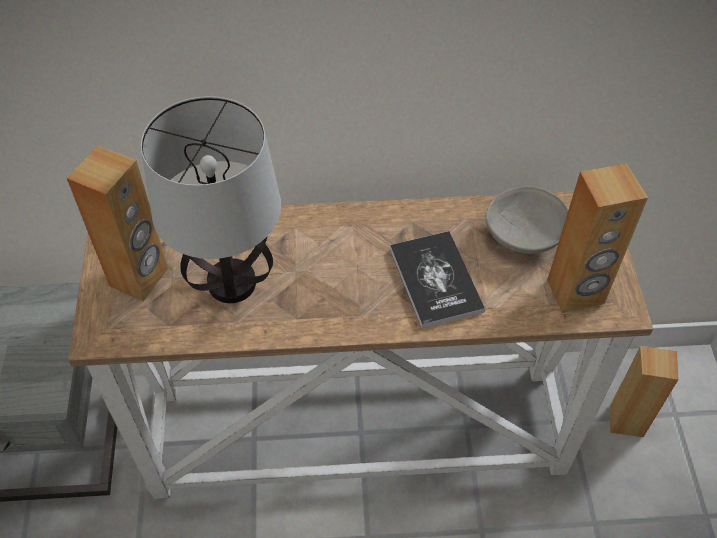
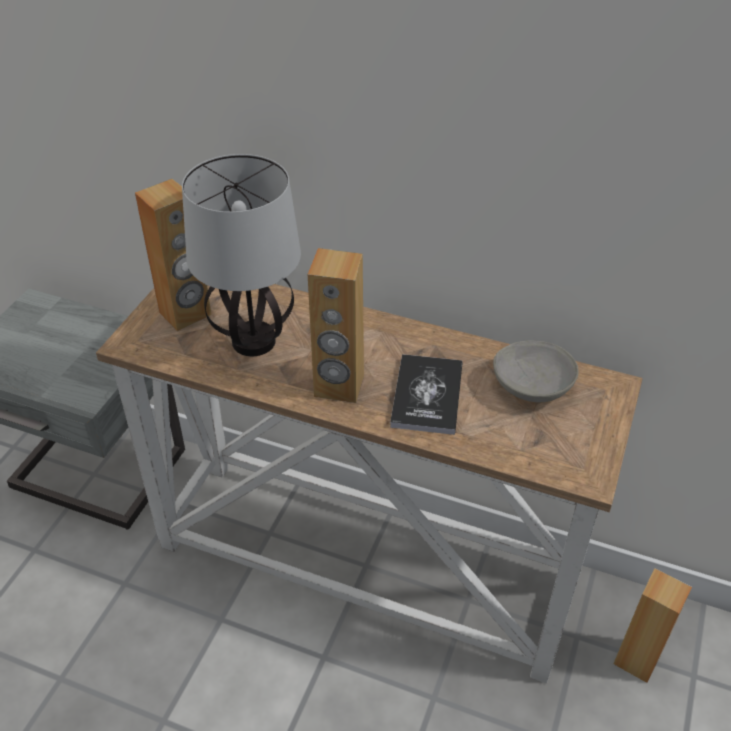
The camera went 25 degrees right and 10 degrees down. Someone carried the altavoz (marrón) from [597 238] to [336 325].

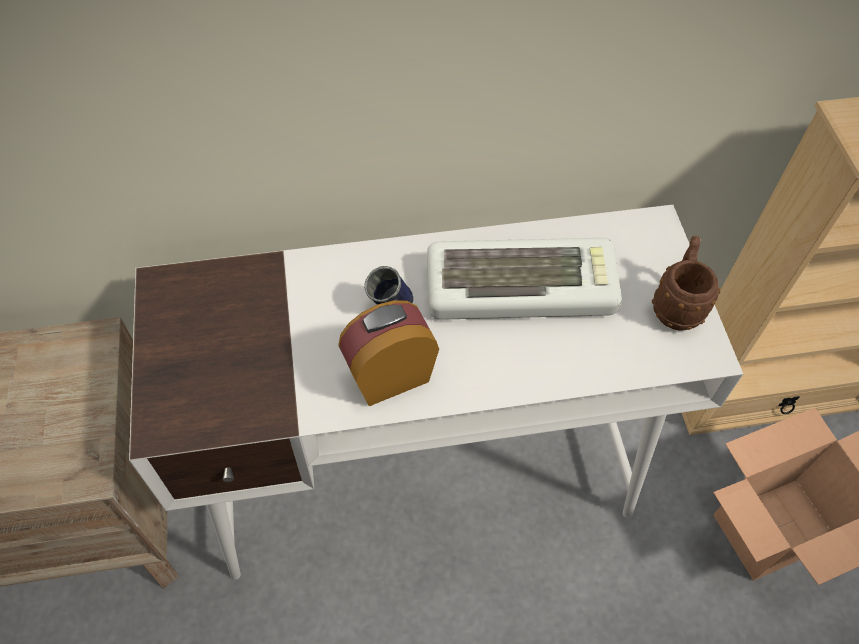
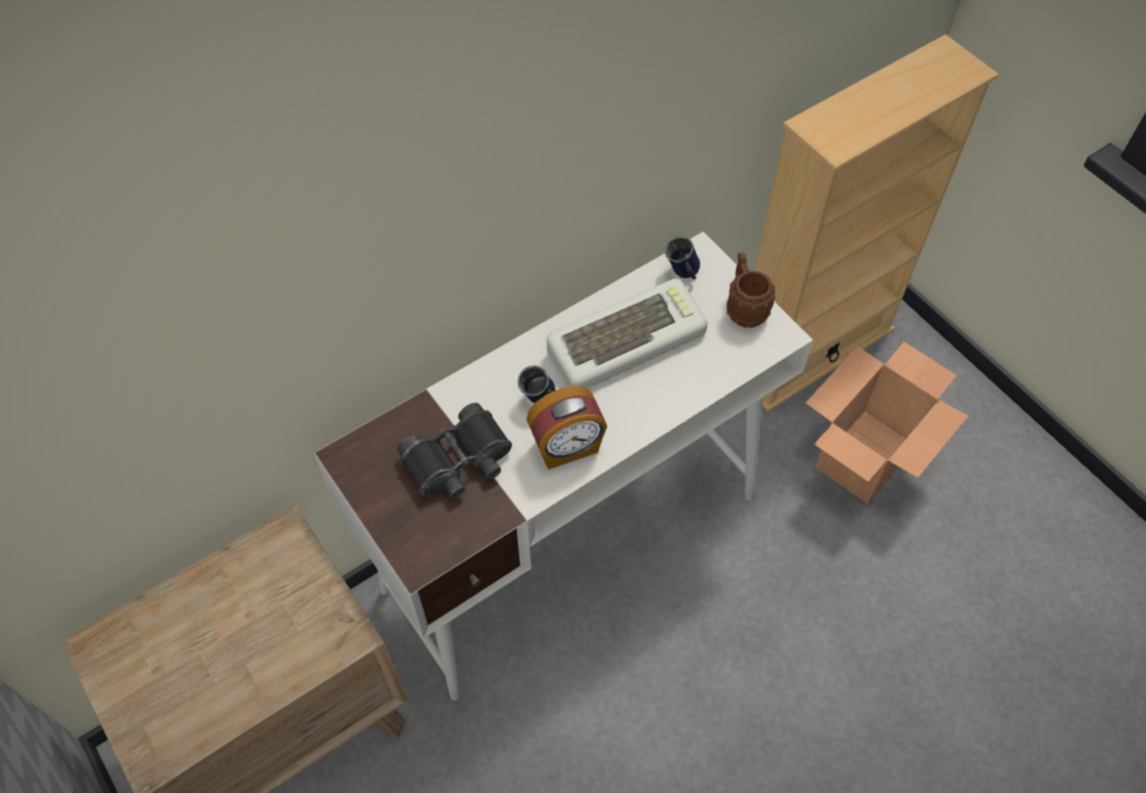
The camera went 25 degrees left and 0 degrees up. Someone put down the prismáticos (negro) at [454 451]. Someone rotated the despertador at [388 353] by 150 degrees counterclockwise. Someone put down the taza grande (azul) at [682 257].

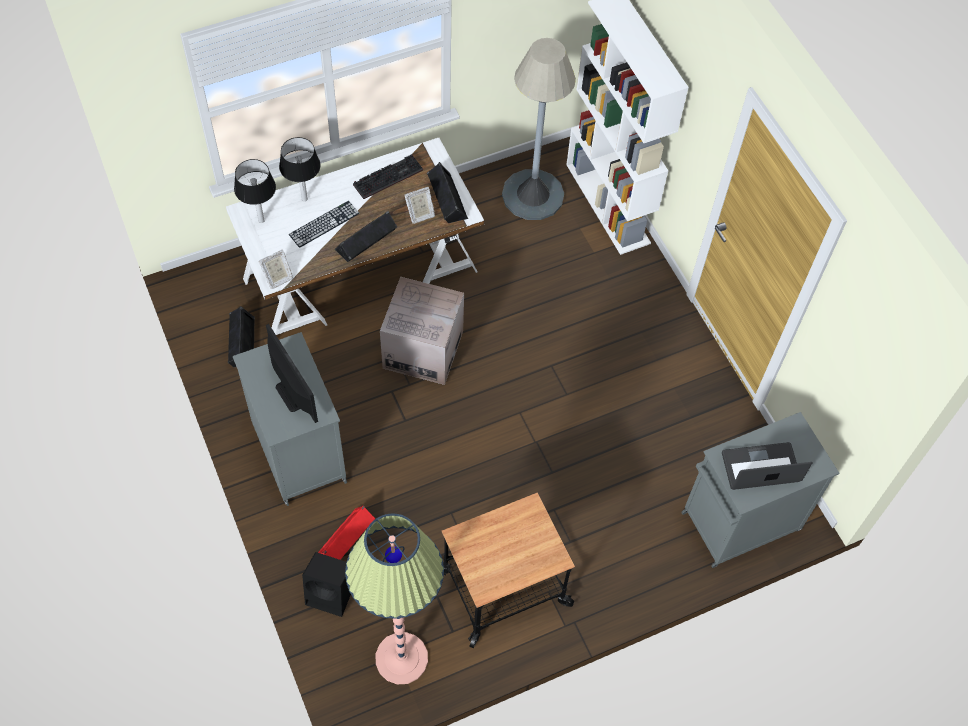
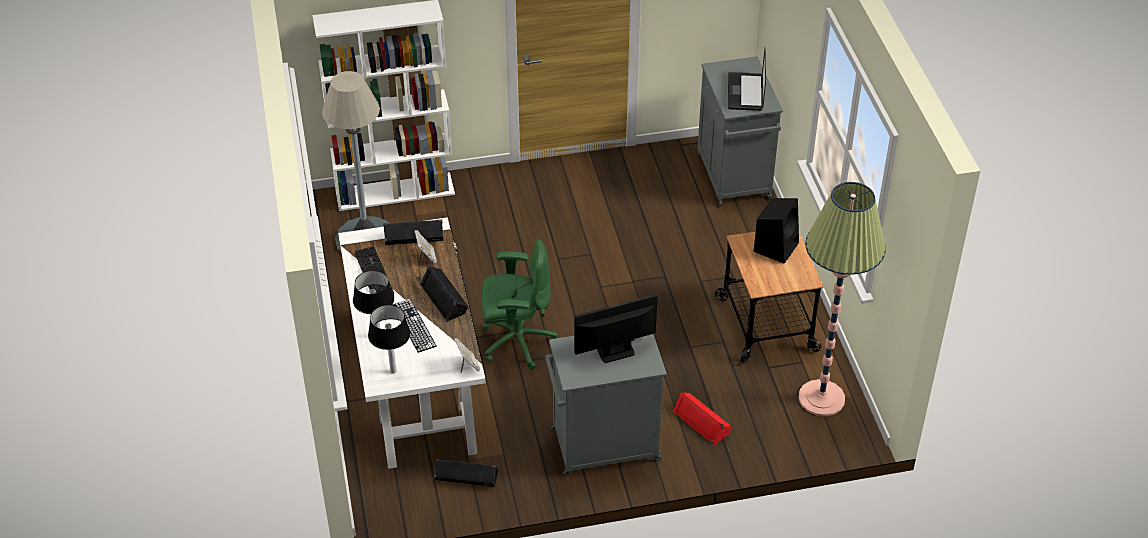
The camera went 75 degrees left and 15 degrees down. Someone swapped the caja de cartón at [422 331] for the silla de oficina (verde) at [519 305]. Someone carried the altavoz (negro) from [326 584] to [776 231].

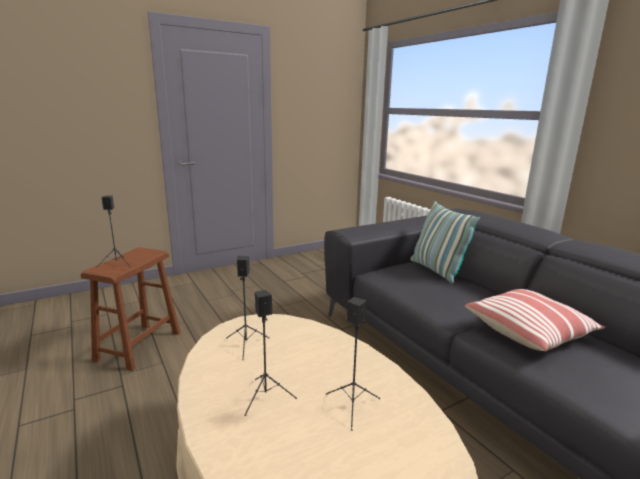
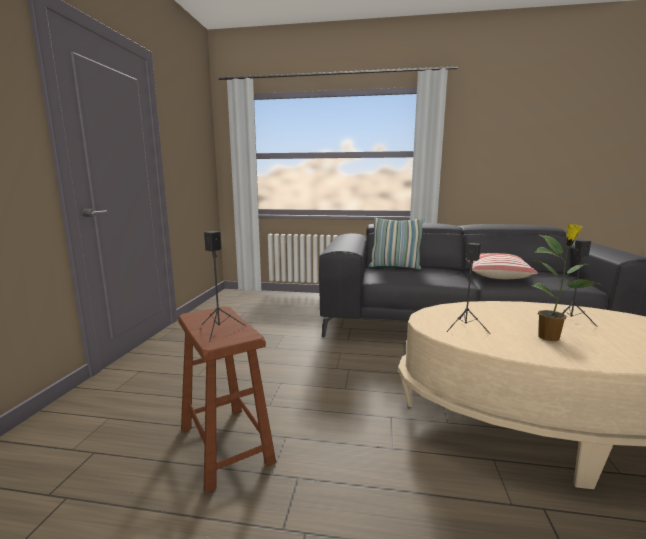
The camera went 50 degrees left and 5 degrees down. Someone swapped the altavoz (negro) at [270 353] for the planta en maceta at [565 282].

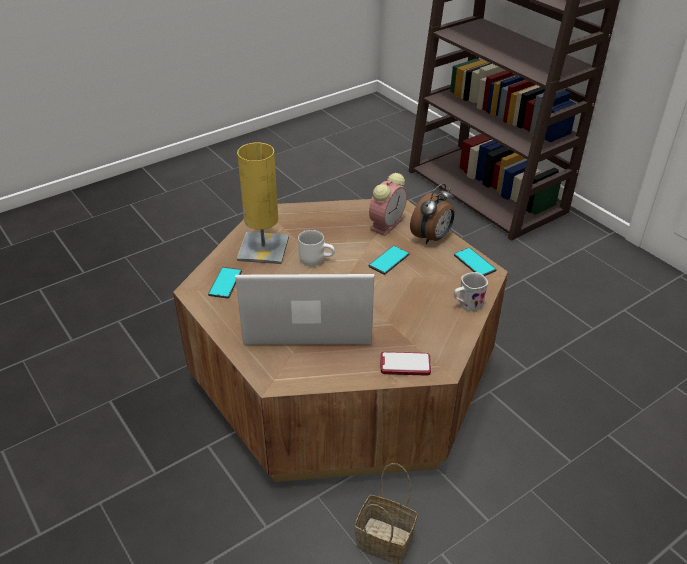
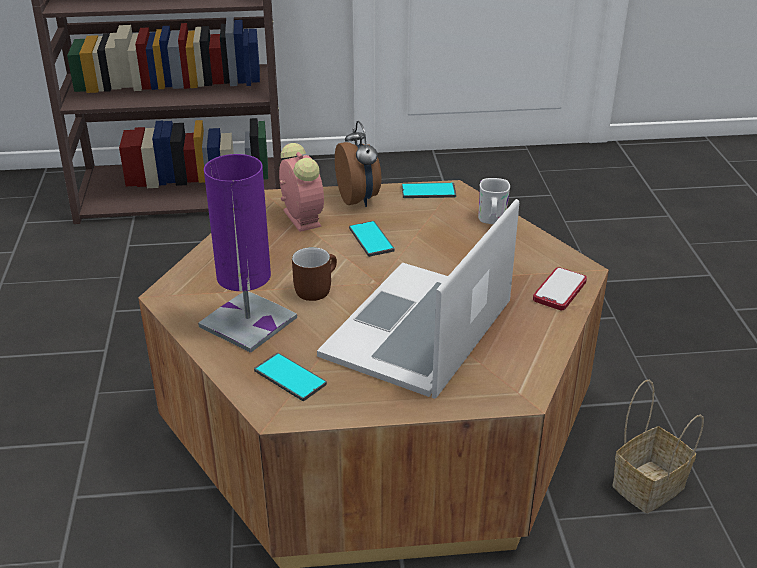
The camera went 60 degrees left and 5 degrees down. Someone repainted the lámpara de mesa (amarillo) at [263 203], which became the lámpara de mesa (morado) at [247 253]. Someone repainted the taza grande (blanco) at [316 248], which became the taza grande (marrón) at [314 274].

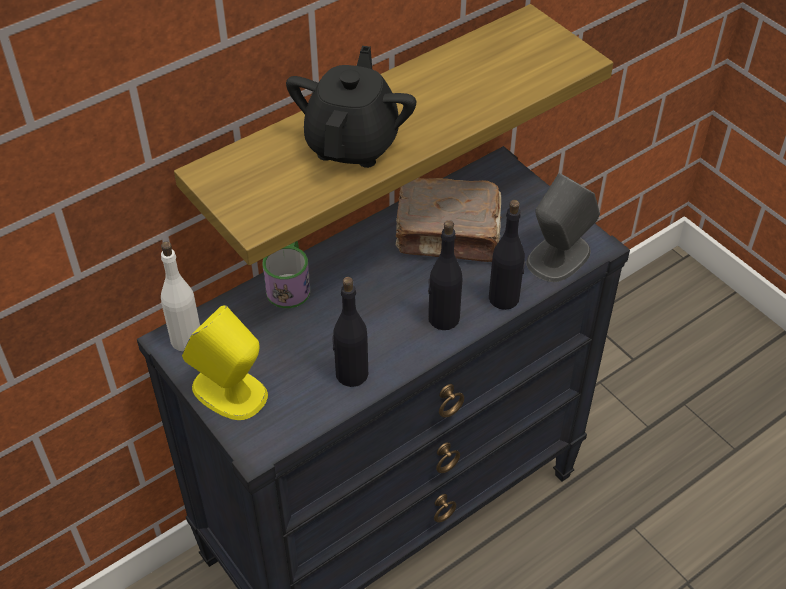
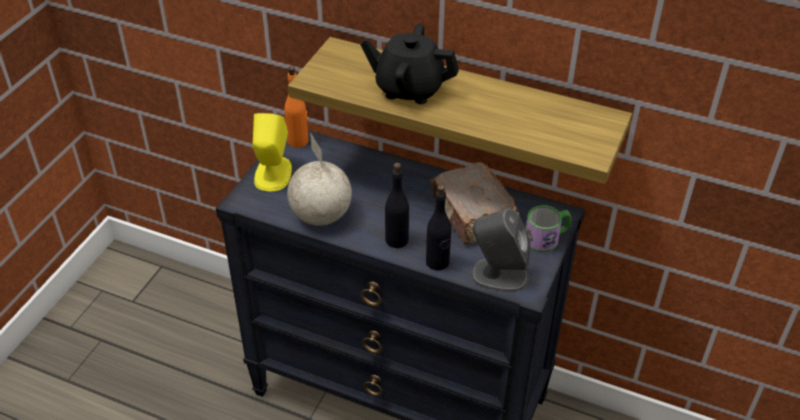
The camera went 60 degrees right and 5 degrees down. Someone repainted the botella (blanco) at [180 296], which became the botella (naranja) at [296 107]. Someone swapped the botella (negro) at [350 332] for the globo terráqueo at [319 179]. Someone rotated the tetera (negro) at [351 107] by 150 degrees counterclockwise. Someone carried the taza grande from [286 274] to [549 229].

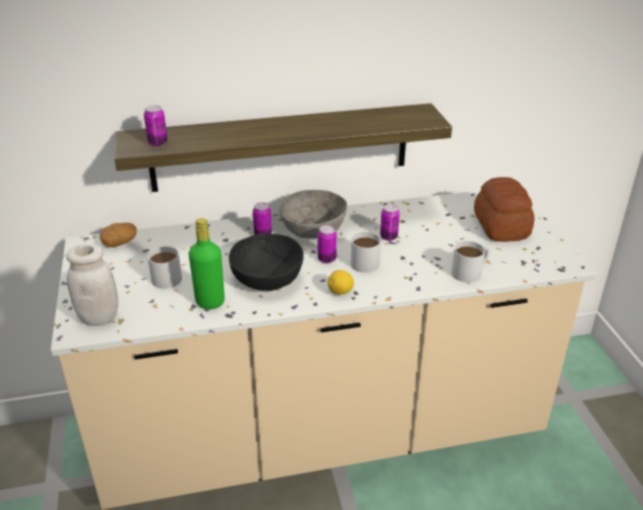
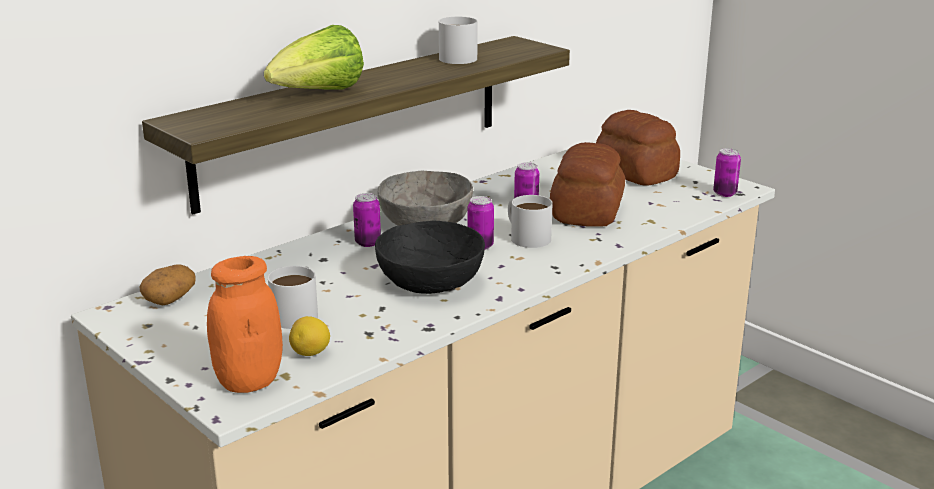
The camera went 30 degrees left and 10 degrees down. Someone repainted the tarro (blanco) at [92 285], which became the tarro (naranja) at [245 324]. Someone put down the lechuga at [314 57]. Someone carried the limón from [341 282] to [309 336]. Someone carried the taza grande (blanco) from [470 262] to [458 40]. Someone put down the pan at [587 184]. Someone carried the lata from [156 125] to [727 172]. Someone took away the botella (verde) at [207 263].

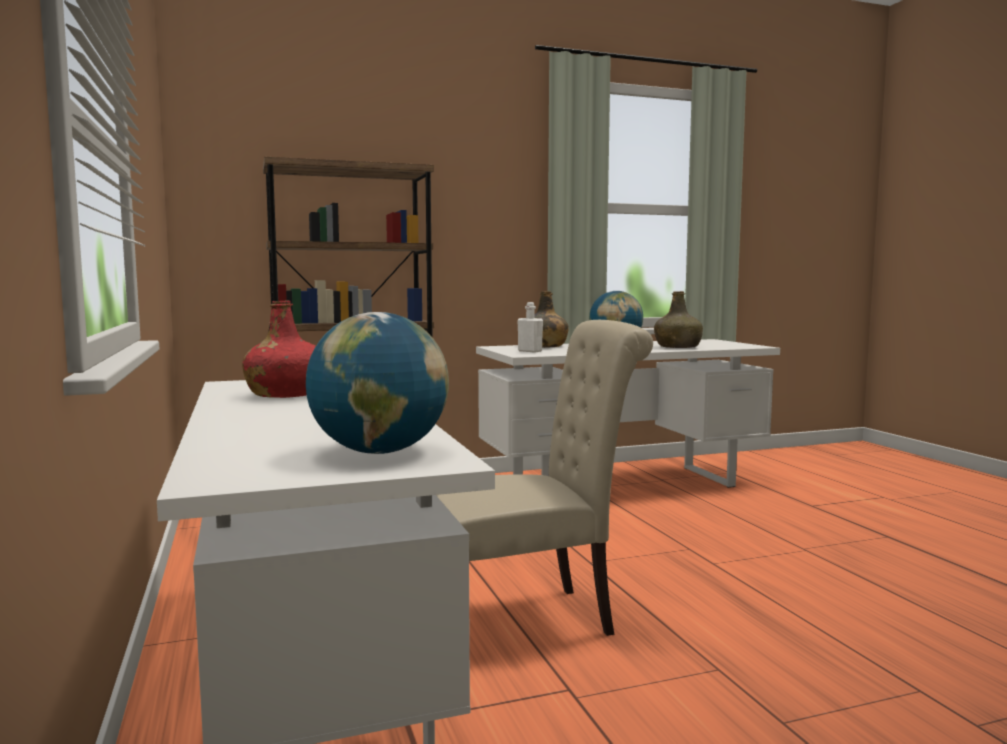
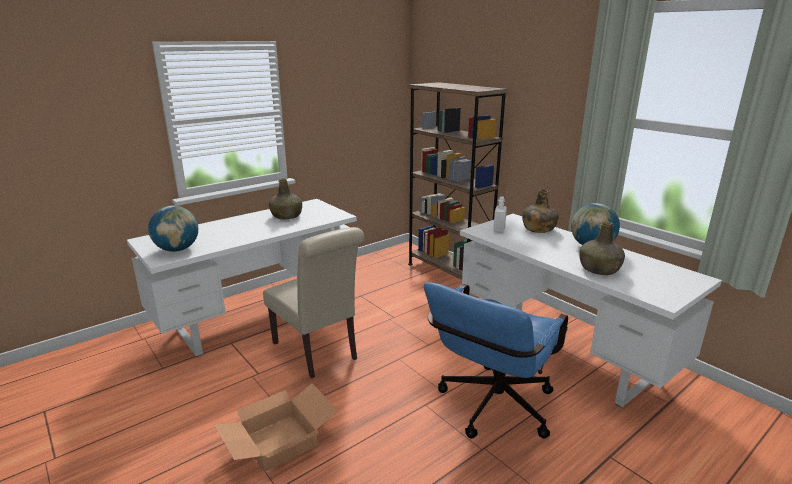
The camera went 70 degrees right and 15 degrees up. Someone put down the caja de cartón at [276 427]. Someone repainted the botella (rojo) at [279 349], which became the botella (verde) at [285 198]. Someone put down the silla de oficina (azul) at [496 360].

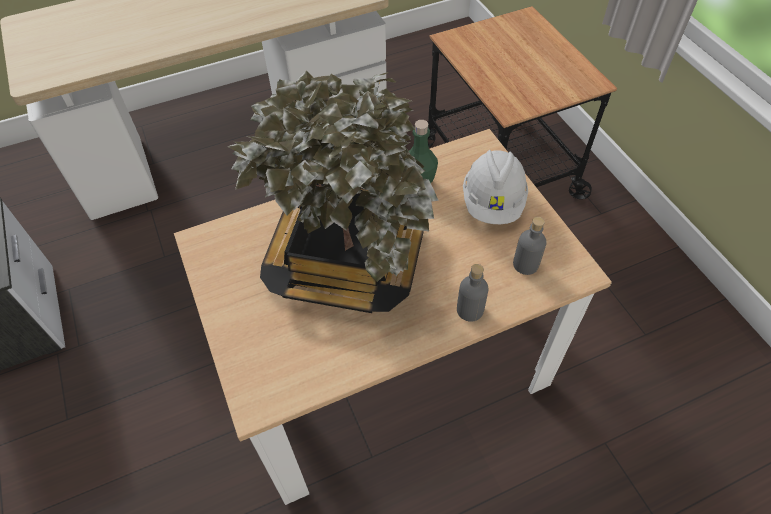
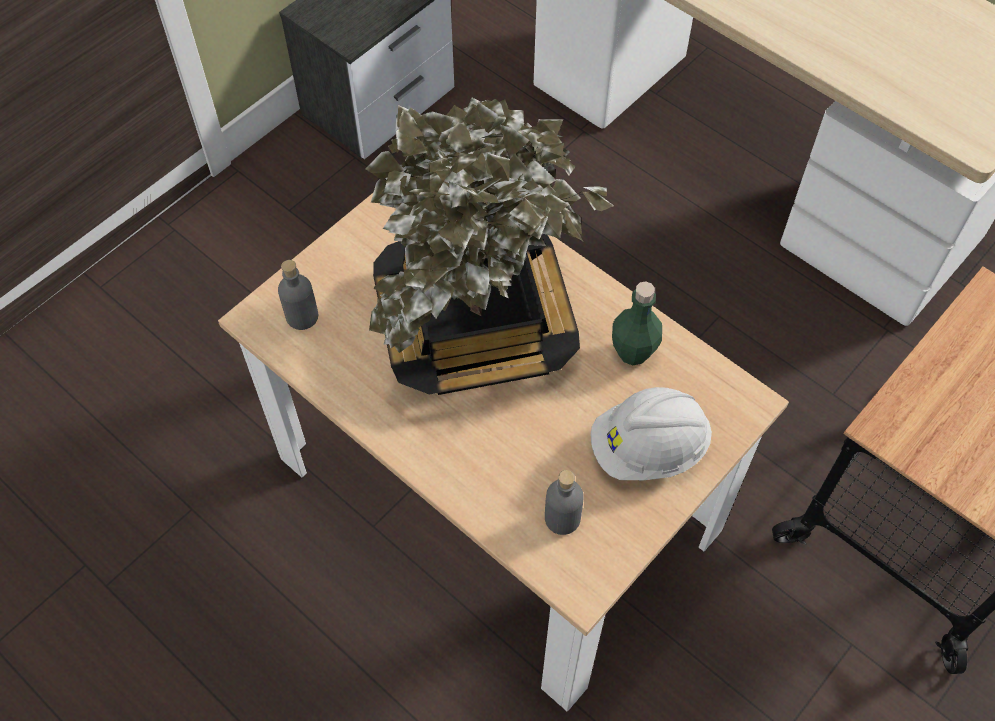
The camera went 65 degrees right and 5 degrees up. Someone carried the botella (gris) from [473 293] to [298 295].

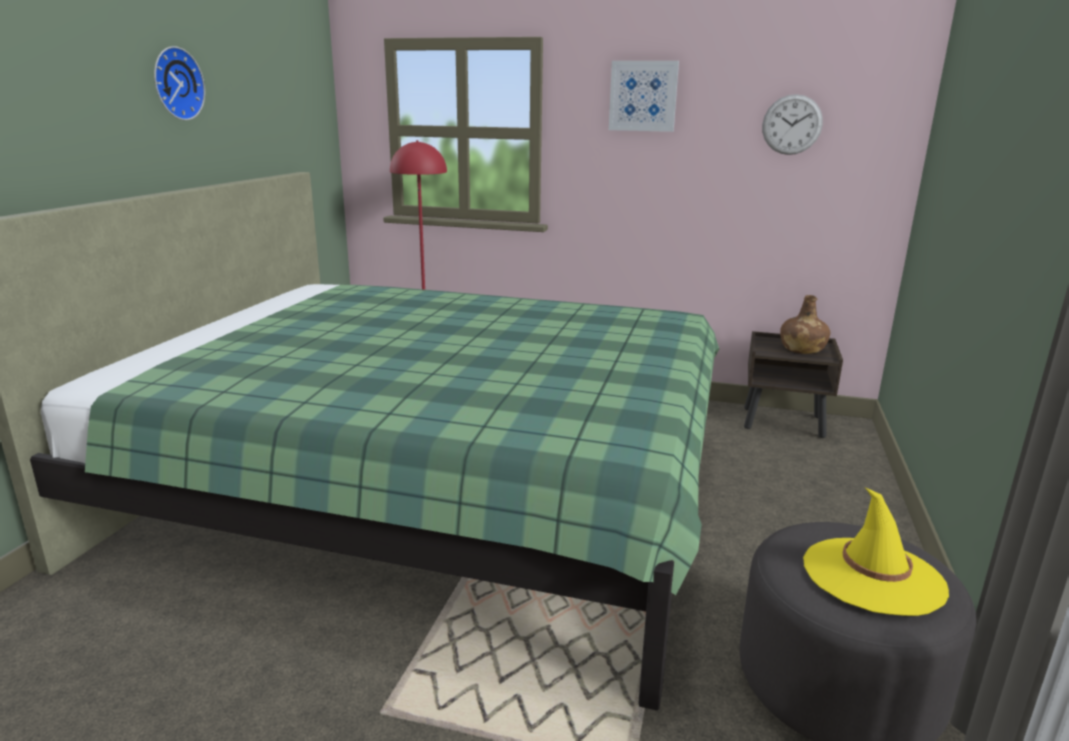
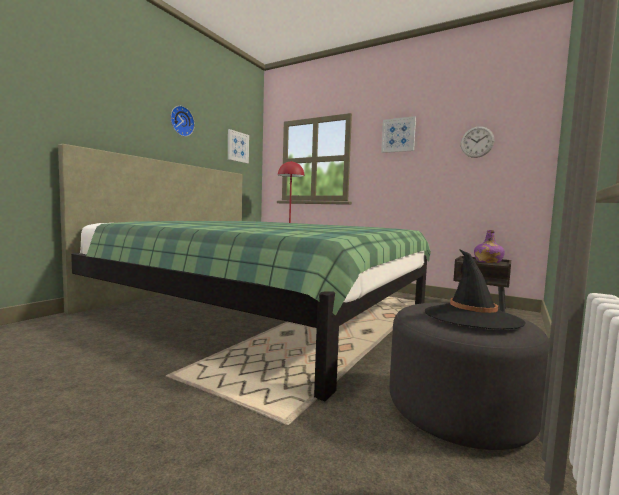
The camera went 15 degrees right and 15 degrees down. Someone put up the cuadro at [238 146]. Someone repainted the sombrero (amarillo) at [876 551], which became the sombrero (negro) at [475 289]. Someone repainted the botella (marrón) at [805 324], which became the botella (morado) at [489 246].

